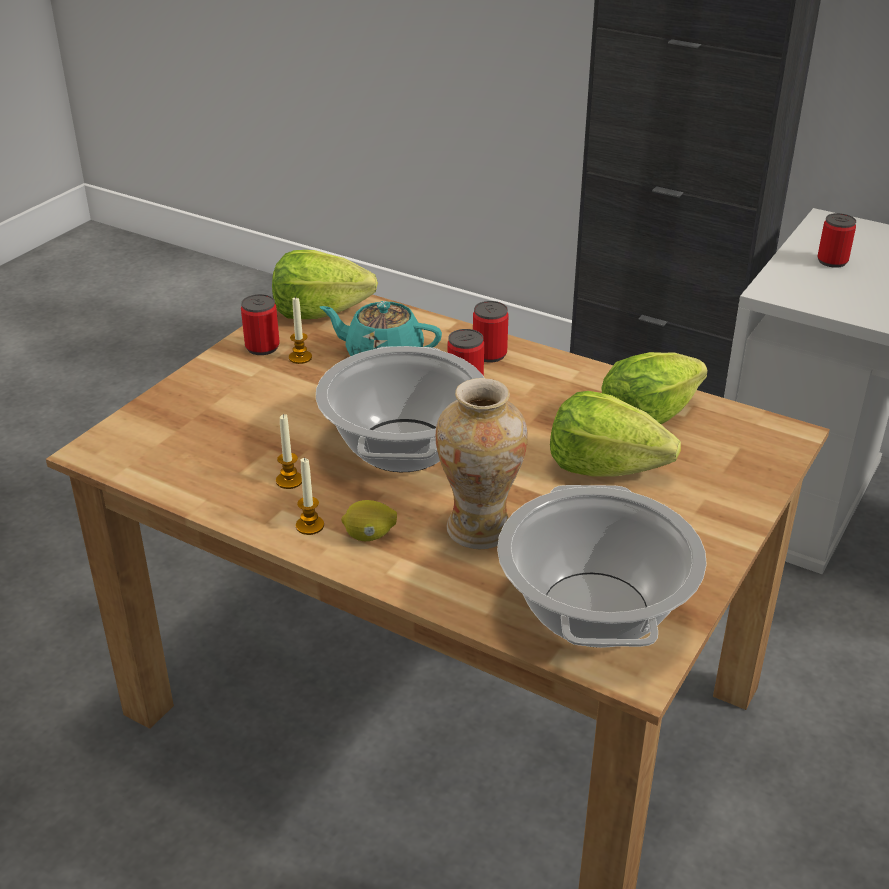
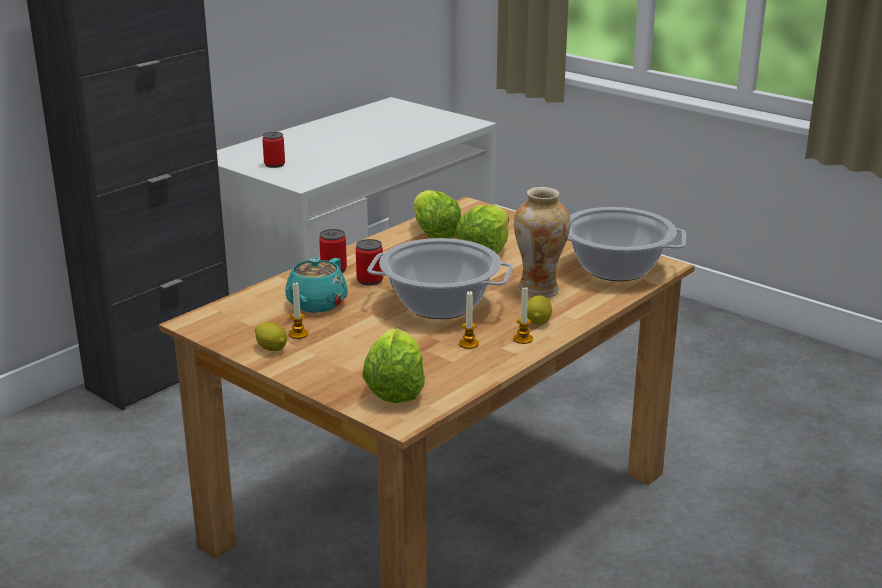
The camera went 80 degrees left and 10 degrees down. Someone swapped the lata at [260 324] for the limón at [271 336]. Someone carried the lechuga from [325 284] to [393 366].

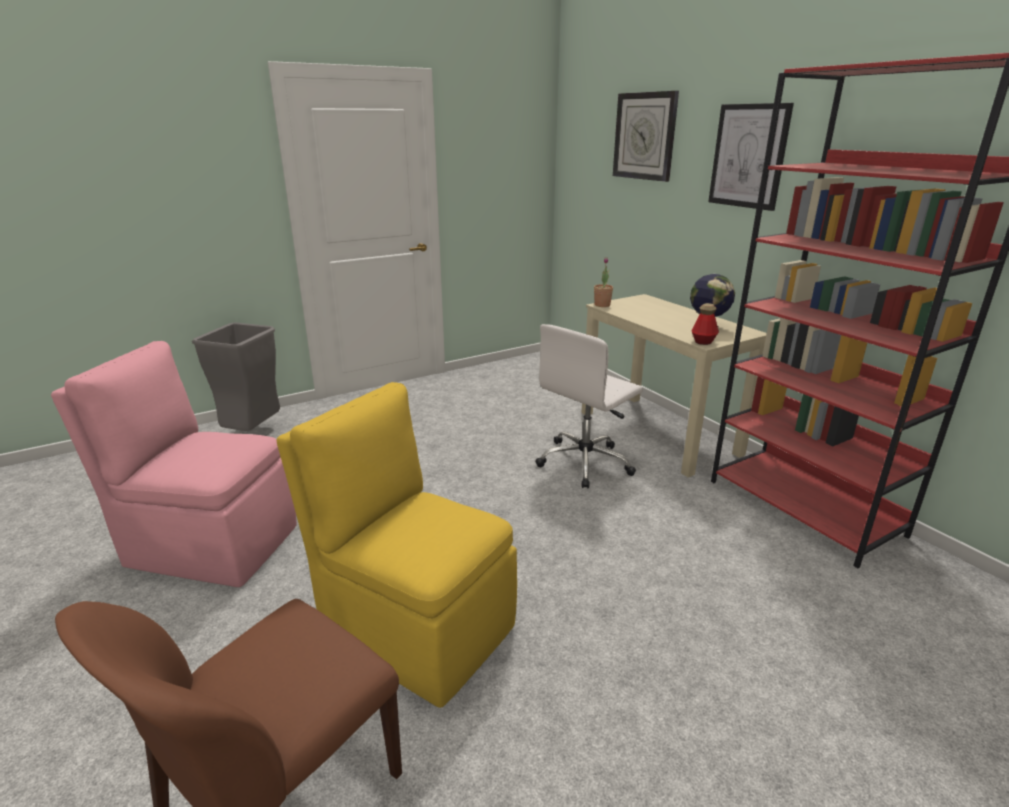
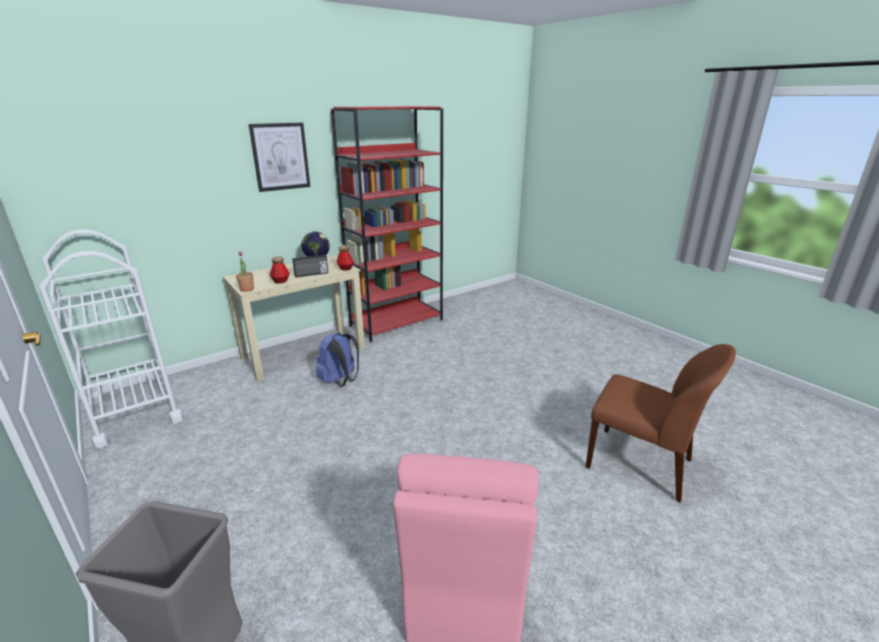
The camera went 95 degrees left and 0 degrees up. Someone put down the carrito (blanco) at [111 339]. Someone put down the botella at [279 269]. Someone put down the radio at [310 265]. Someone swapped the silla de oficina (blanco) at [589 406] for the mochila (azul) at [337 360]. Someone took away the silla (amarillo) at [396 545]. Someone took away the reloj de pared at [646 136].

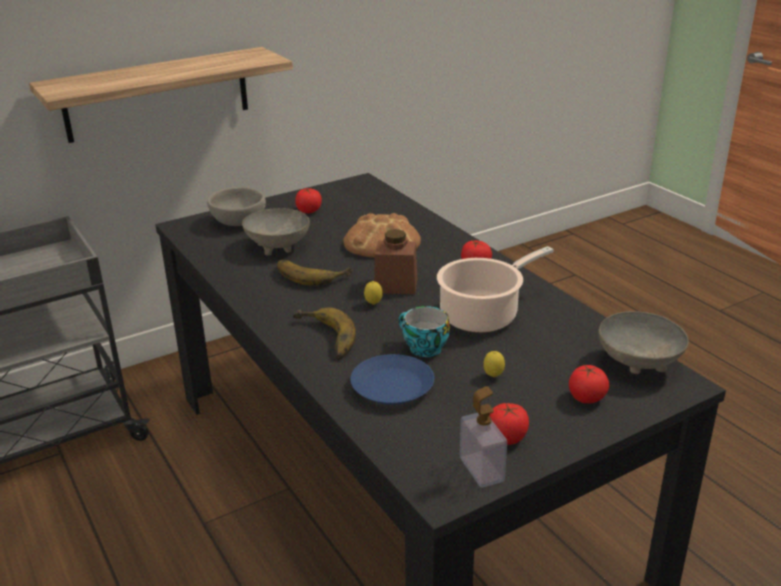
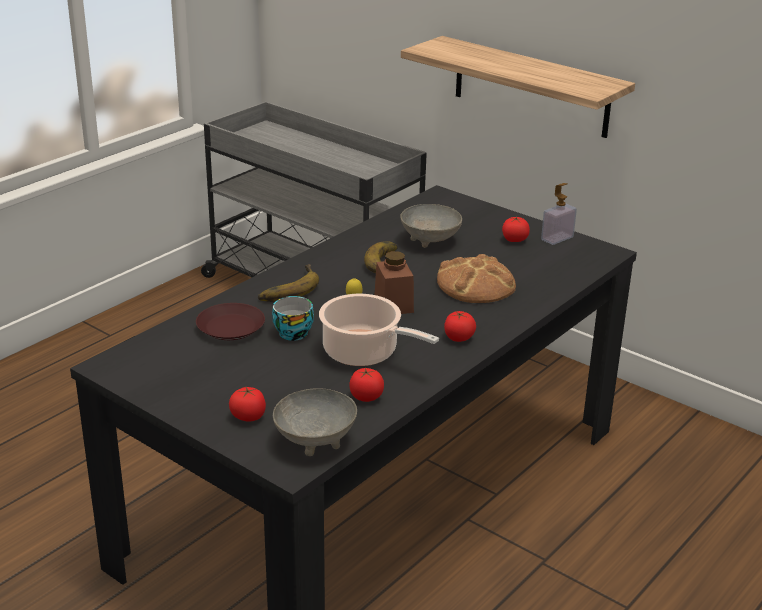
The camera went 70 degrees right and 0 degrees up. Someone repainted the plato (azul) at [392 379], which became the plato (marrón) at [230 321]. Someone carried the tomate from [509 424] to [366 385]. Someone carried the dispensador de jabón from [483 437] to [559 214]. Someone took away the cuenco (gris) at [236 206]. Someone took away the limón at [494 364].

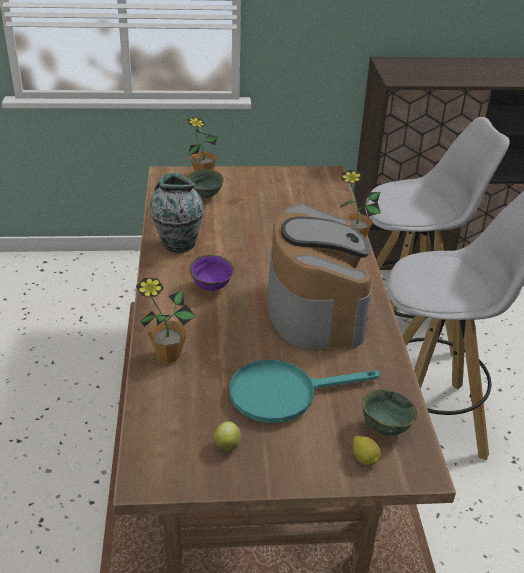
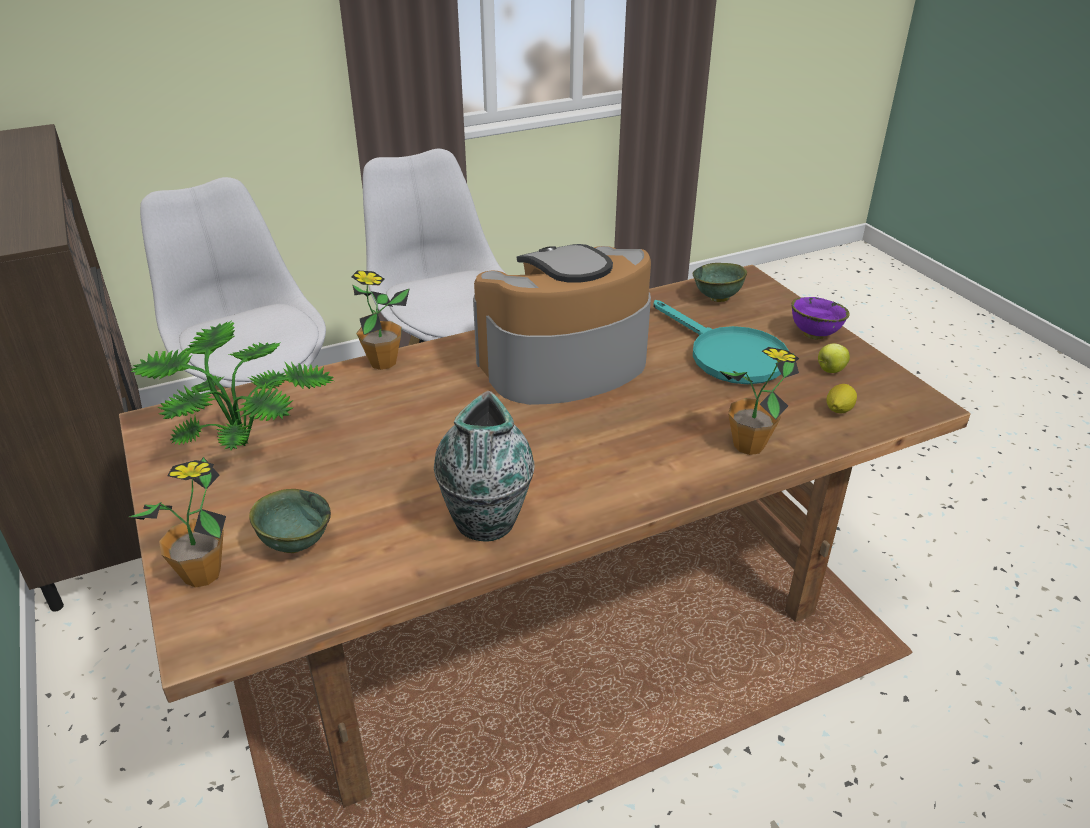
The camera went 110 degrees left and 0 degrees up. Someone put down the planta en maceta at [232 385]. Someone carried the cuenco (morado) from [211 273] to [820 318]. Someone carried the limón from [367 450] to [842 398].

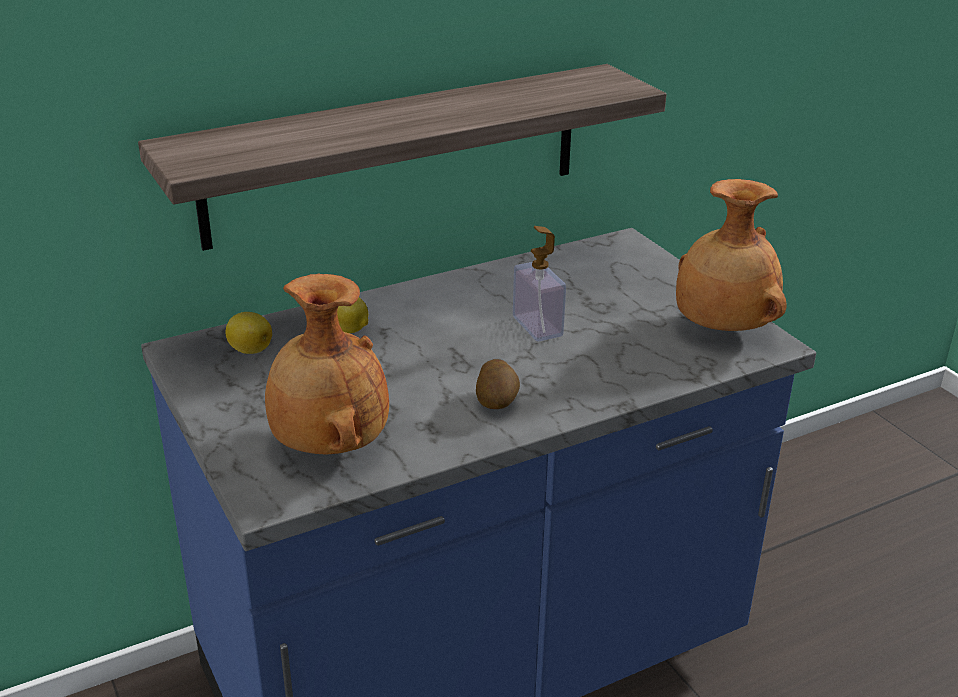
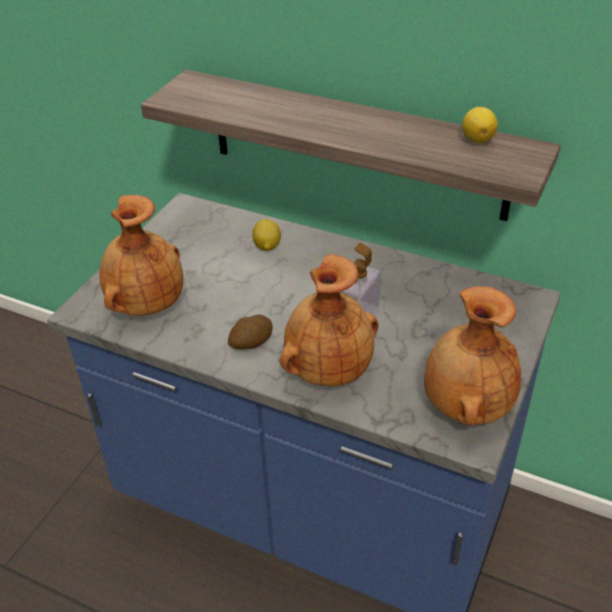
The camera went 55 degrees right and 10 degrees up. Someone put down the florero (marrón) at [329 320]. Someone carried the limón from [248 333] to [480 125].

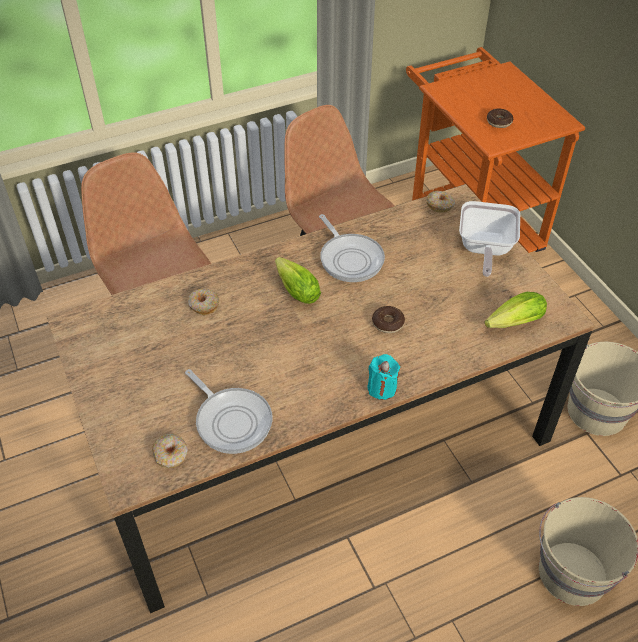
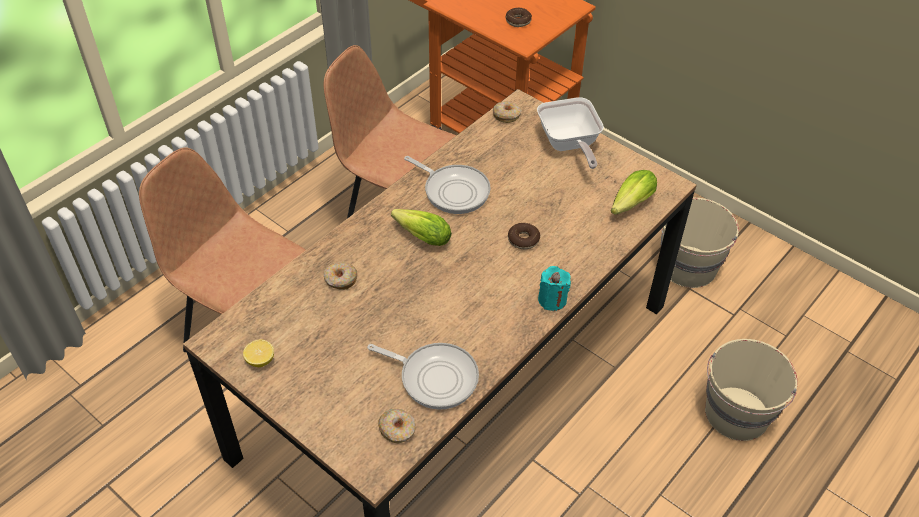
The camera went 25 degrees left and 0 degrees up. Someone put down the limón at [258 353].

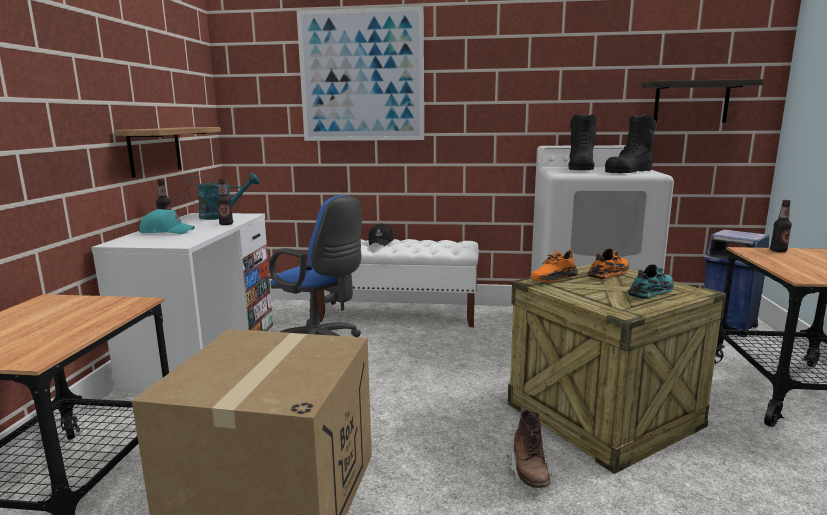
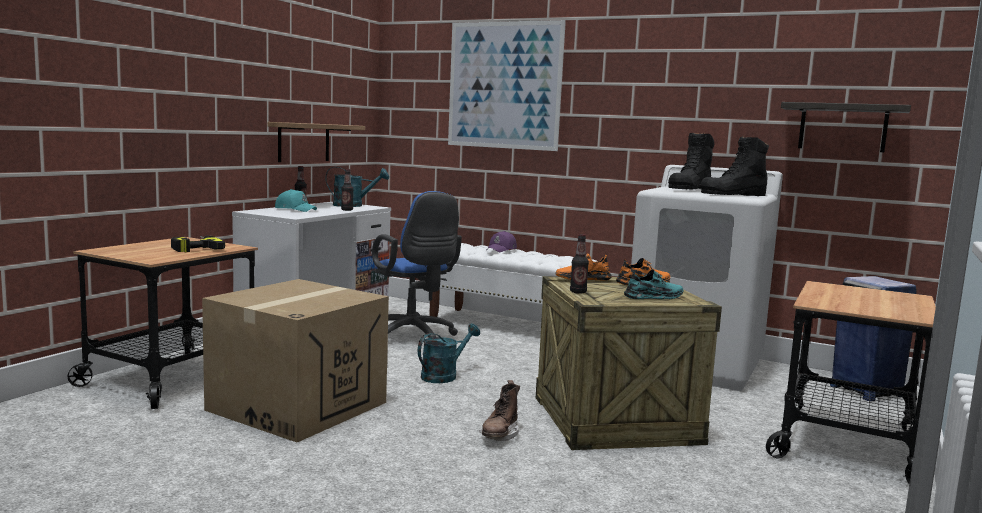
The camera went 20 degrees right and 5 degrees down. Someone put down the taladro at [198 244]. Someone put down the regadera (turquesa) at [449 353]. Someone repainted the gorra (negro) at [381 234], which became the gorra (morado) at [501 241]. Someone carried the botella from [781 226] to [579 264].

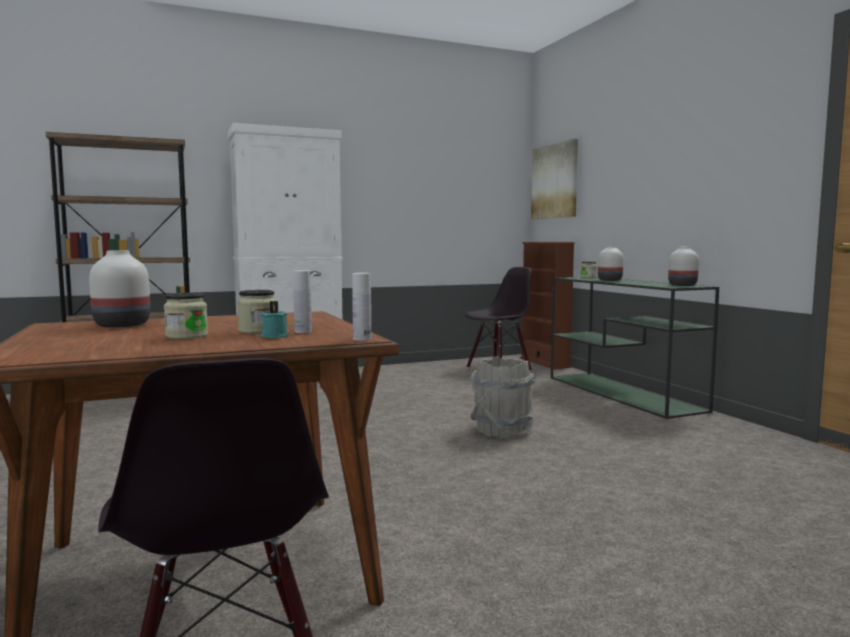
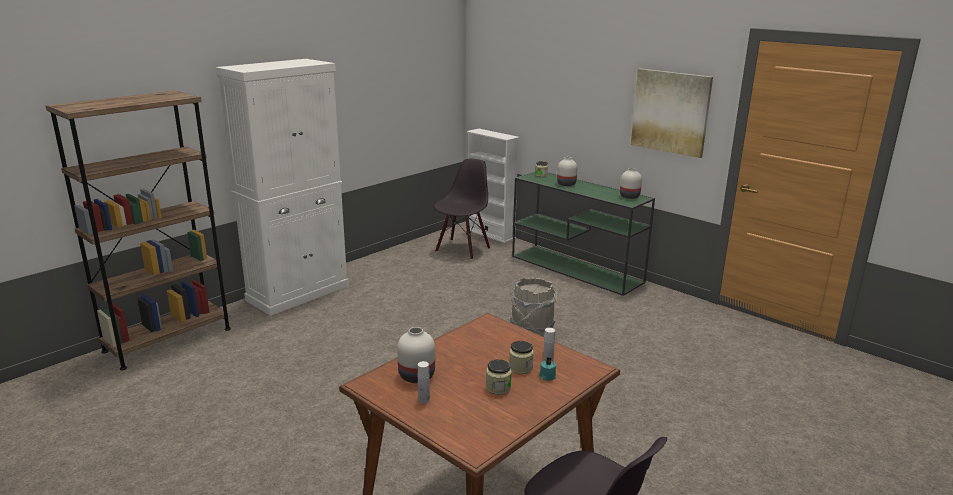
The camera went 25 degrees left and 15 degrees up. Someone carried the botella (blanco) from [361 307] to [424 382]. Someone repainted the estantería (marrón) at [547 305], which became the estantería (blanco) at [492 186]. Someone carried the cuadro from [554 179] to [672 113].

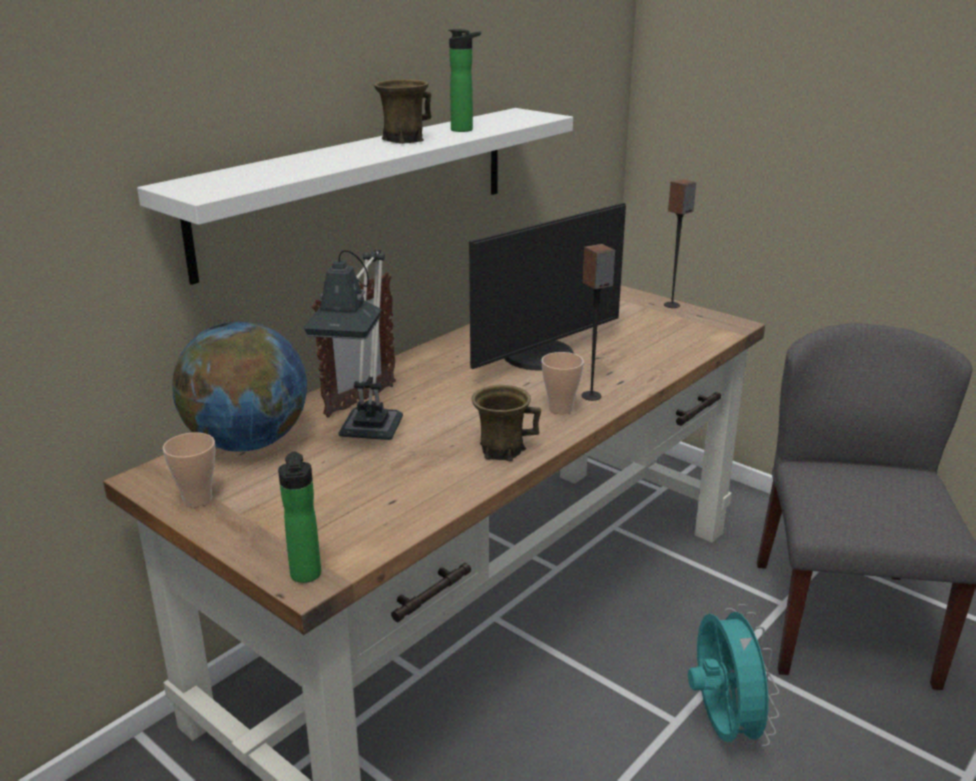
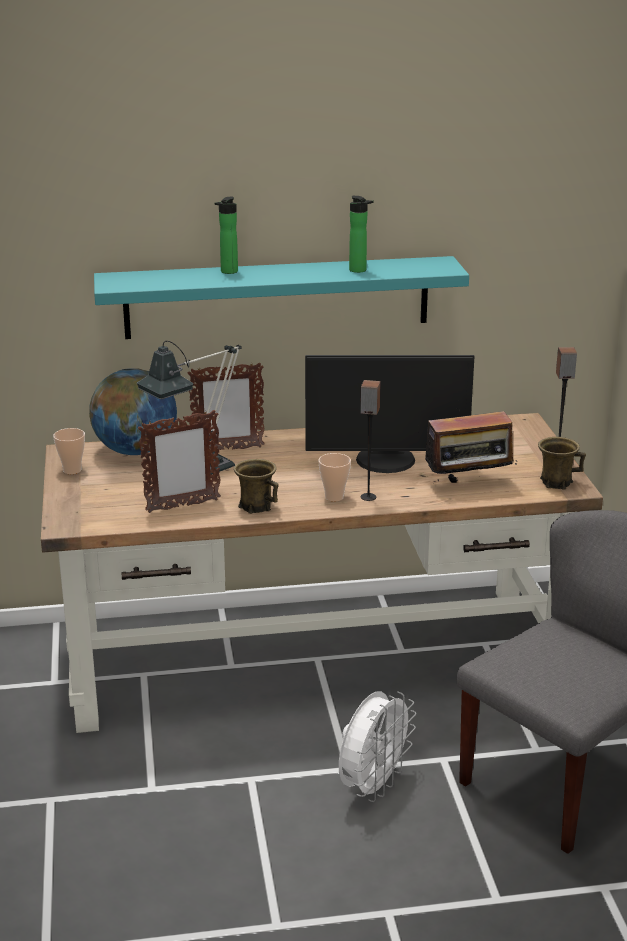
The camera went 40 degrees right and 0 degrees up. Someone repainted the estante (blanco) at [355 196], which became the estante (turquesa) at [281 297]. Someone put down the portarretratos at [179 461]. Someone carried the botella from [299 517] to [226 235]. Someone repainted the ventilador (turquesa) at [733 675], which became the ventilador (blanco) at [377 746]. Someone put down the radio at [471 447]. Someone carried the taza grande (marrón) from [402 111] to [562 463].

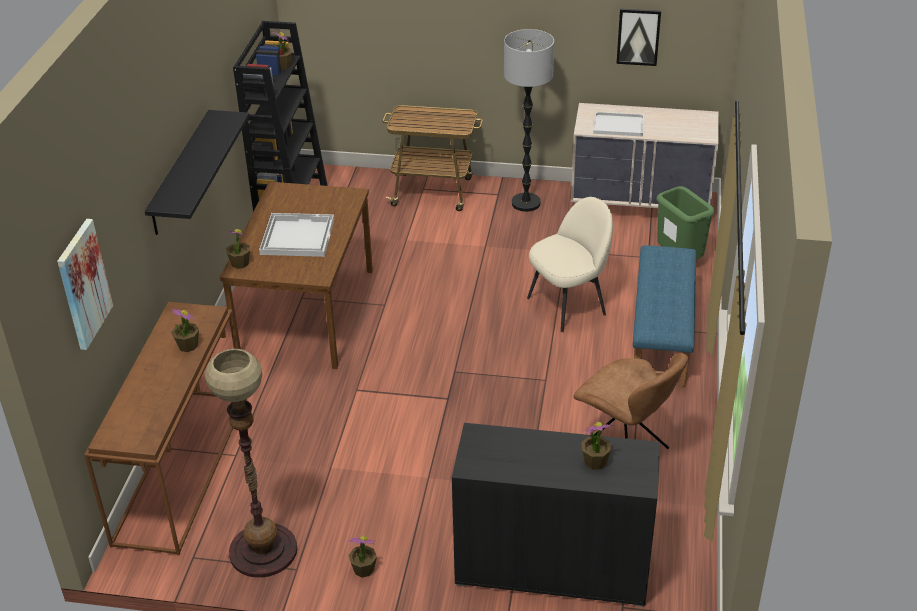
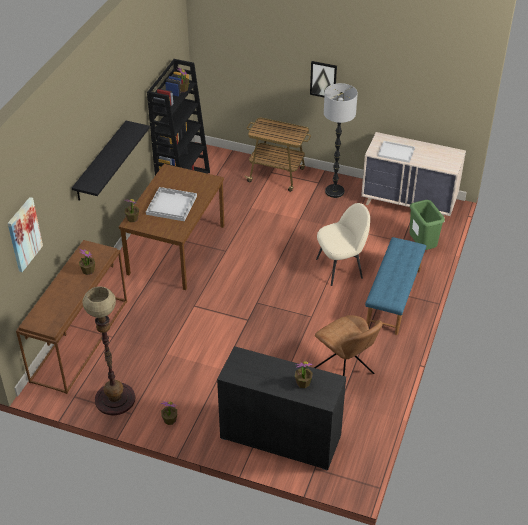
The camera went 10 degrees right and 5 degrees up. Someone carried the cuadro from [638 37] to [323 79].

